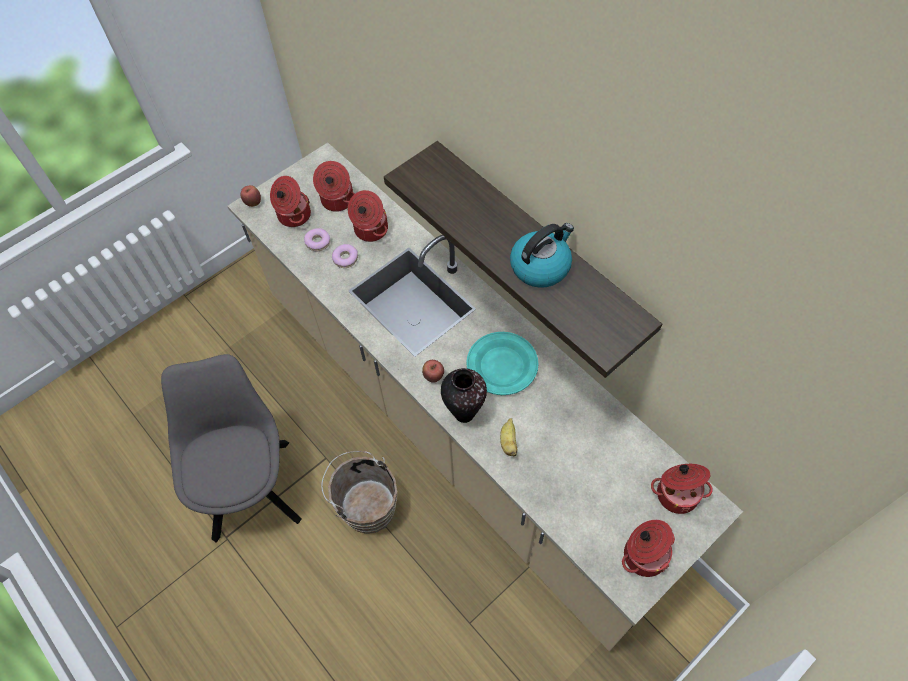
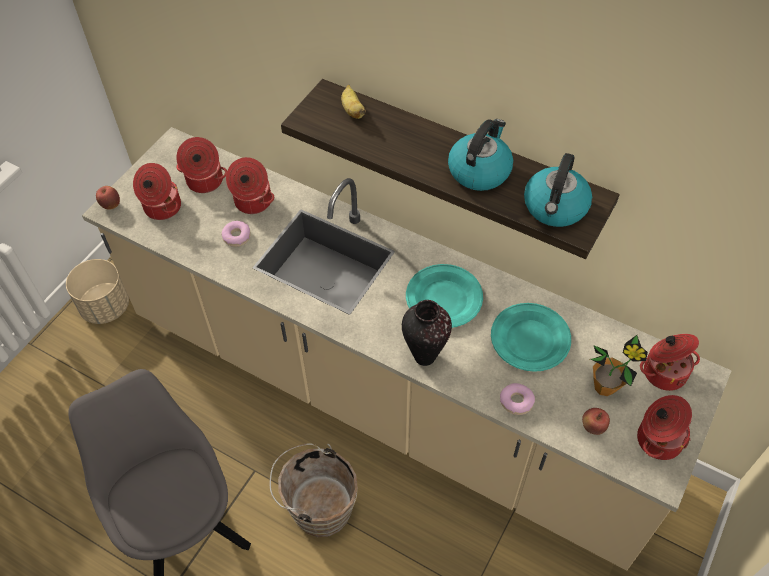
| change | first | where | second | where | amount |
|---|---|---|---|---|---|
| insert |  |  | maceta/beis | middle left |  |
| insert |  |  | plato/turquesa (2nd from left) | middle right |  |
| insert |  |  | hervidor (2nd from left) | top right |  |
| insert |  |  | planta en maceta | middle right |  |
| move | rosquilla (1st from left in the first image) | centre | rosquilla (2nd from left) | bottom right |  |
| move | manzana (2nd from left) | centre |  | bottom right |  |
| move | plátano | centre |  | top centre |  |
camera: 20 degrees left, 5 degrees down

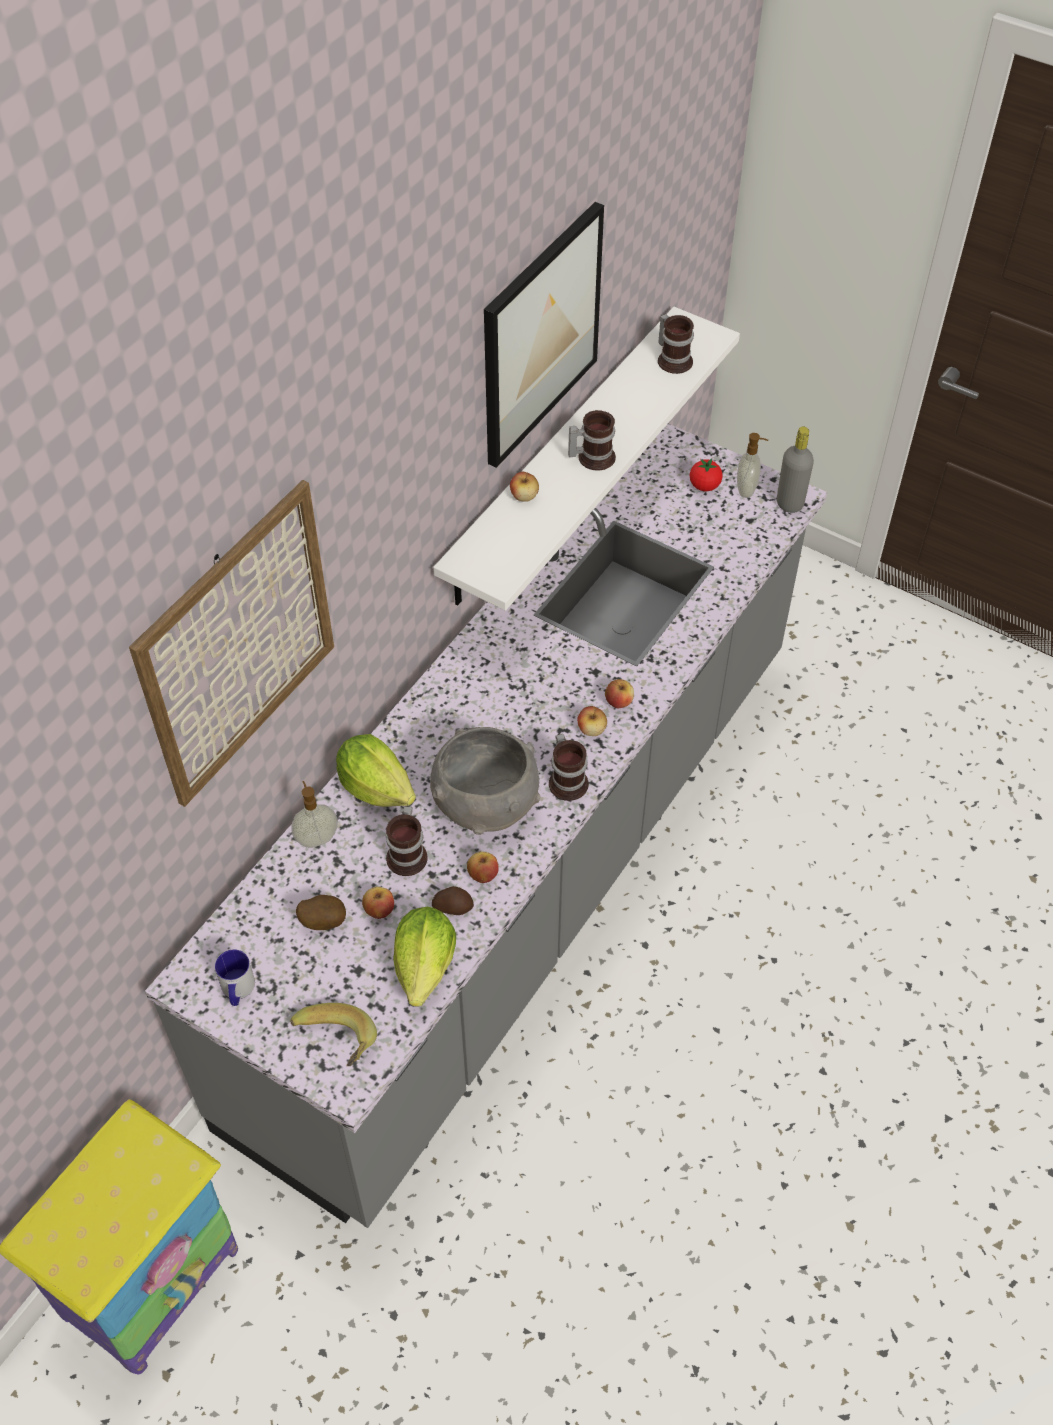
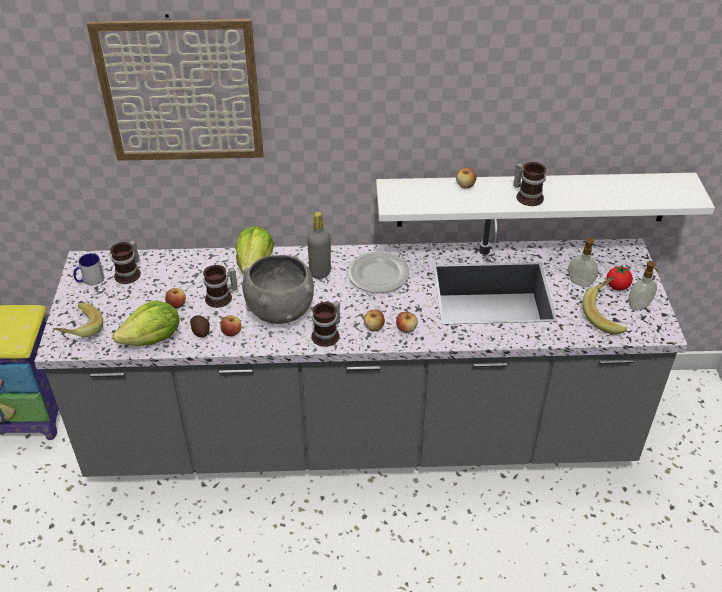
| change | first | where | second | where | amount |
|---|---|---|---|---|---|
| delete | patata (1st from left) | middle left |  |  |  |
| delete | cuadro (2nd from left) | top centre |  |  |  |
| insert |  |  | plato | centre |  |
| insert |  |  | plátano (2nd from left) | middle right |  |
| move | dispensador de jabón (1st from left) | middle left |  | middle right |  |
| move | taza grande (5th from left in the first image) | top centre | taza grande (2nd from left) | middle left |  |
| move | botella/gris | top right |  | centre |  |
camera: 55 degrees right, 10 degrees down

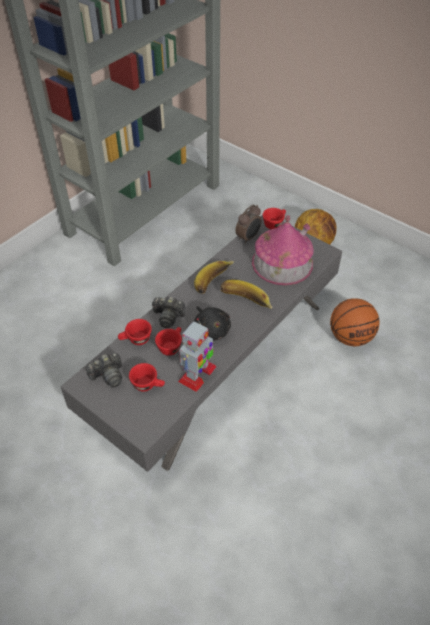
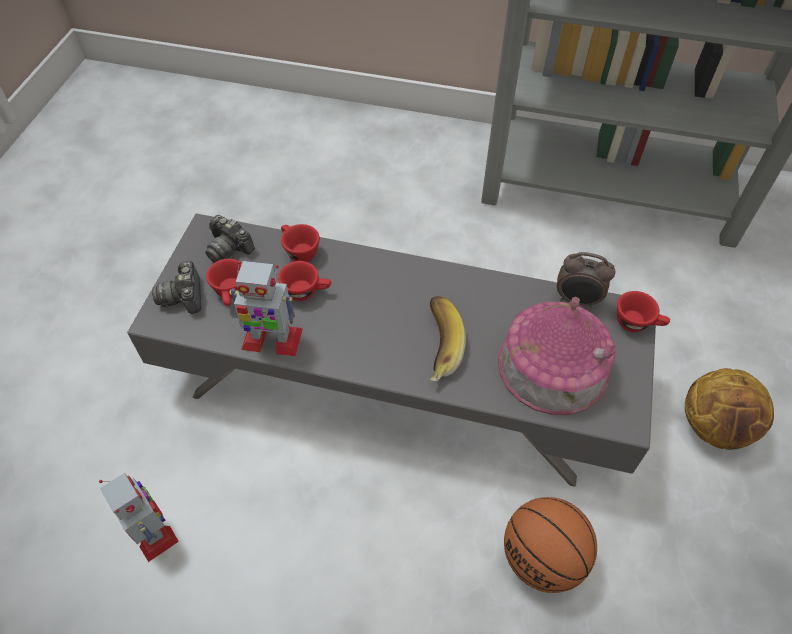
| change | first | where | second | where | amount |
|---|---|---|---|---|---|
| delete | plátano (1st from left) | centre |  |  |  |
| delete | peluche/negro | centre |  |  |  |
| insert |  |  | robot de juguete (1st from left) | bottom left |  |
| move | cámara (2nd from left in the first image) | centre | cámara (1st from left) | middle left |  |
camera: 65 degrees right, 5 degrees up

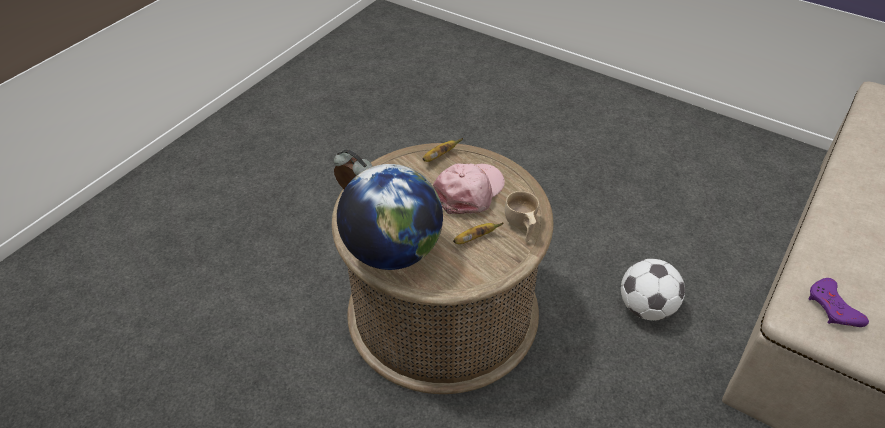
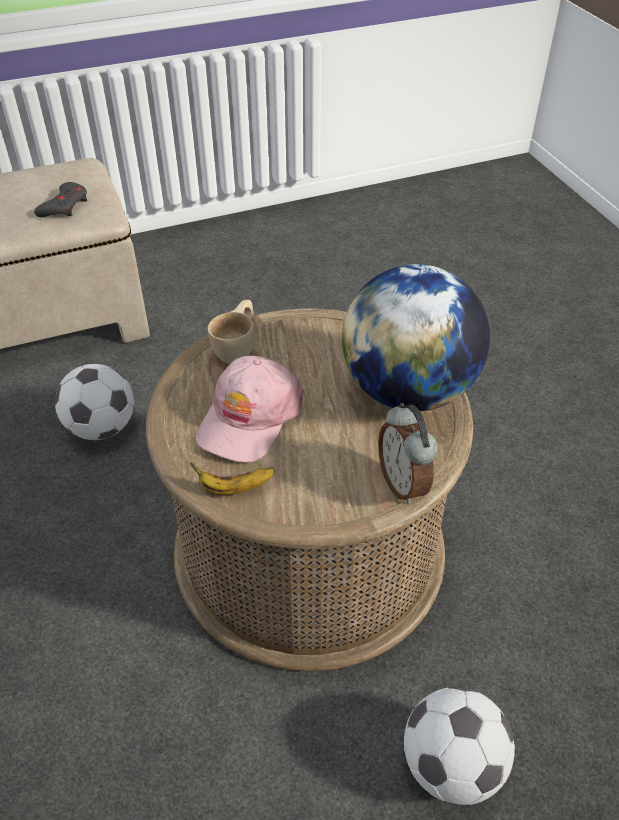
| change | first | where | second | where | amount |
|---|---|---|---|---|---|
| delete | plátano (2nd from left) | centre |  |  |  |
| insert |  |  | balón de fútbol (2nd from left) | bottom right |  |
| recolor | mando de consola/morado | bottom right | mando de consola/gris | top left |  |
| rotate | gorra/rosa | centre |  | centre | 45 degrees counterclockwise |
camera: 145 degrees left, 0 degrees up

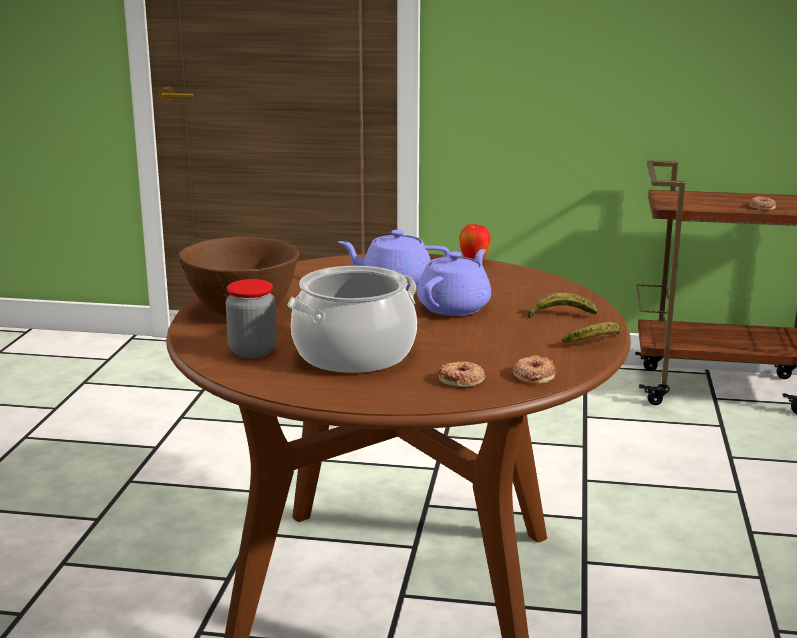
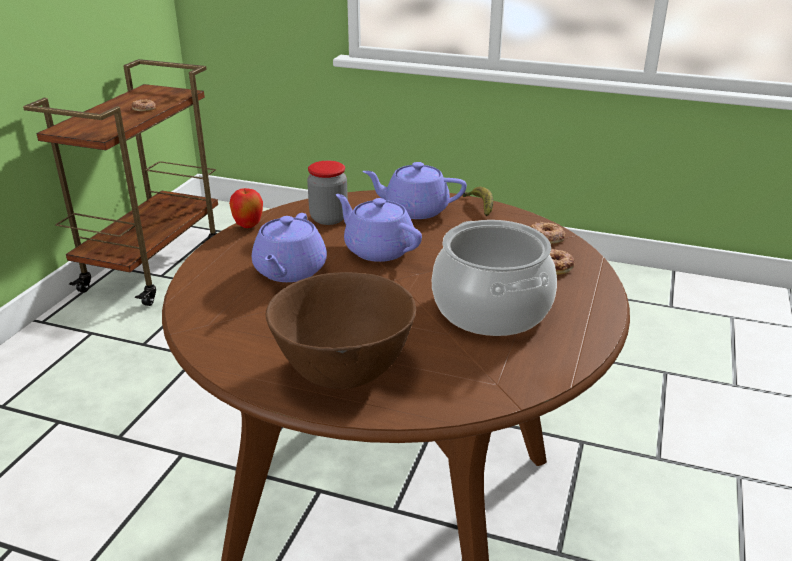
| change | first | where | second | where | amount |
|---|---|---|---|---|---|
| move | tarro | middle left |  | centre |  |
| replace | plátano (1st from left) | middle right | tetera/morado (3rd from left) | centre |  |
camera: 80 degrees left, 10 degrees up

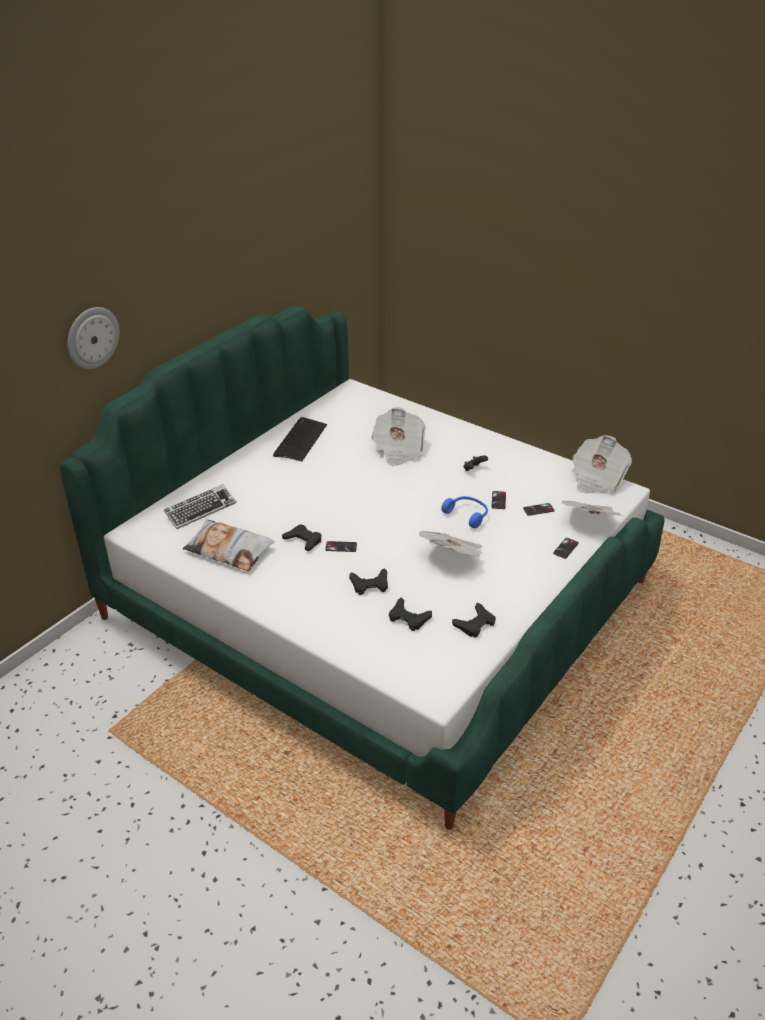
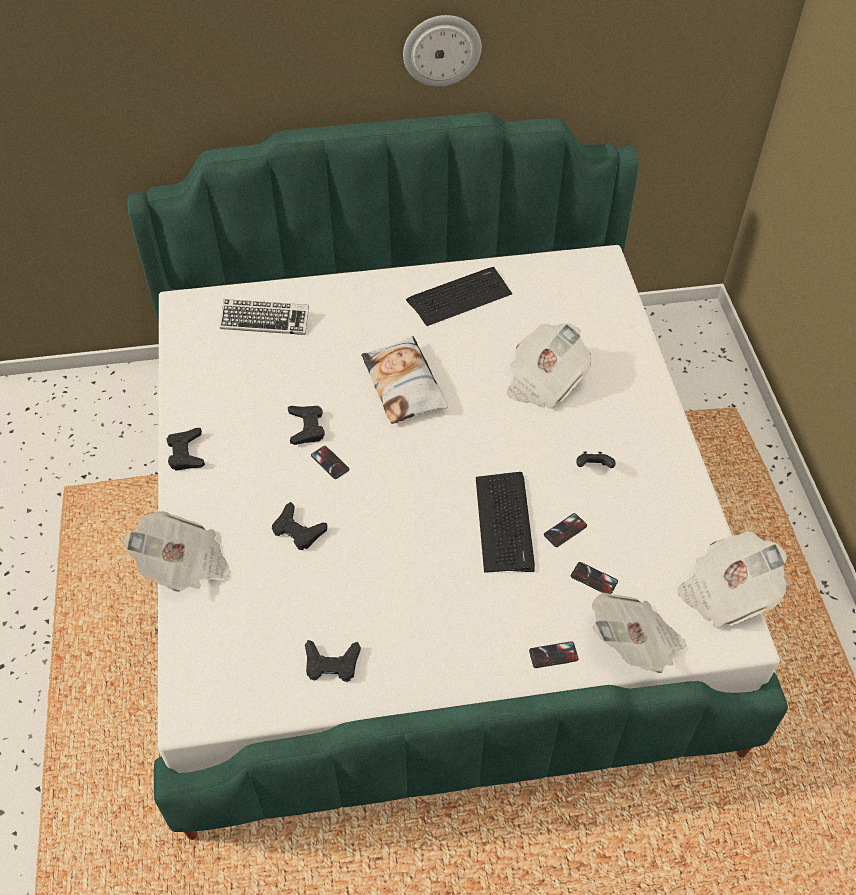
| change | first | where | second | where | amount |
|---|---|---|---|---|---|
| move | reloj de pared | top left |  | top centre |  |
| move | cojín | middle left |  | centre |  |
| move | mando de consola/negro (3rd from left in the first image) | centre | mando de consola/negro (1st from left) | middle left |  |
| move | periódico (2nd from left in the first image) | centre | periódico (1st from left) | middle left |  |
| replace | auriculares/azul | centre | teclado (3rd from left) | centre |  |
camera: 45 degrees right, 15 degrees up

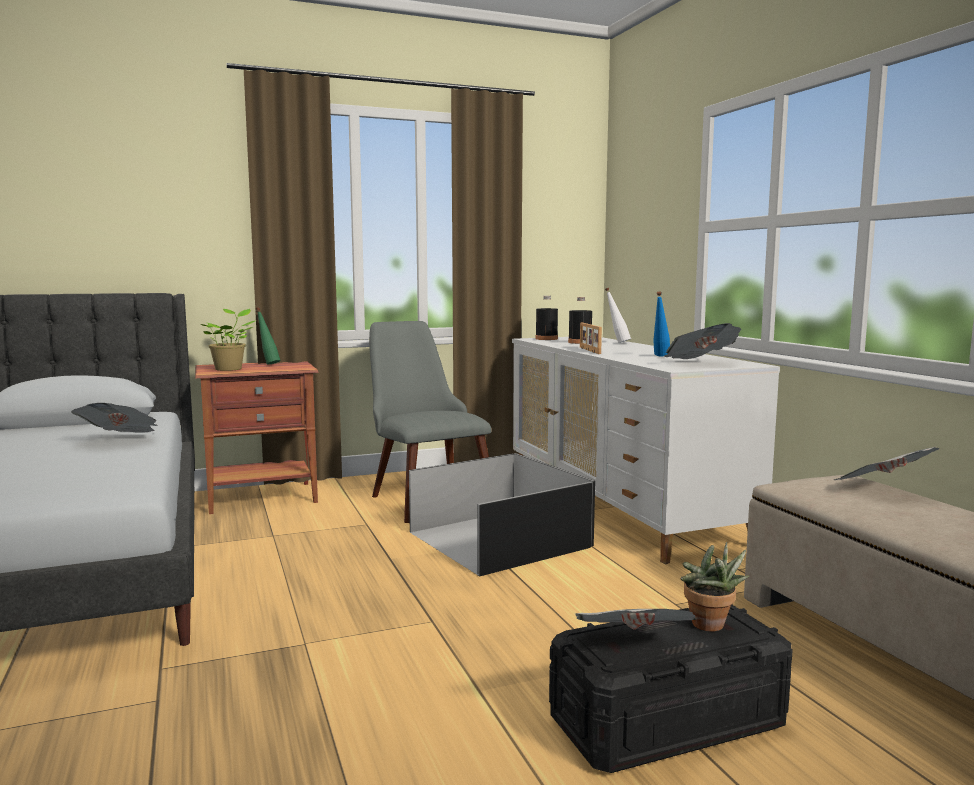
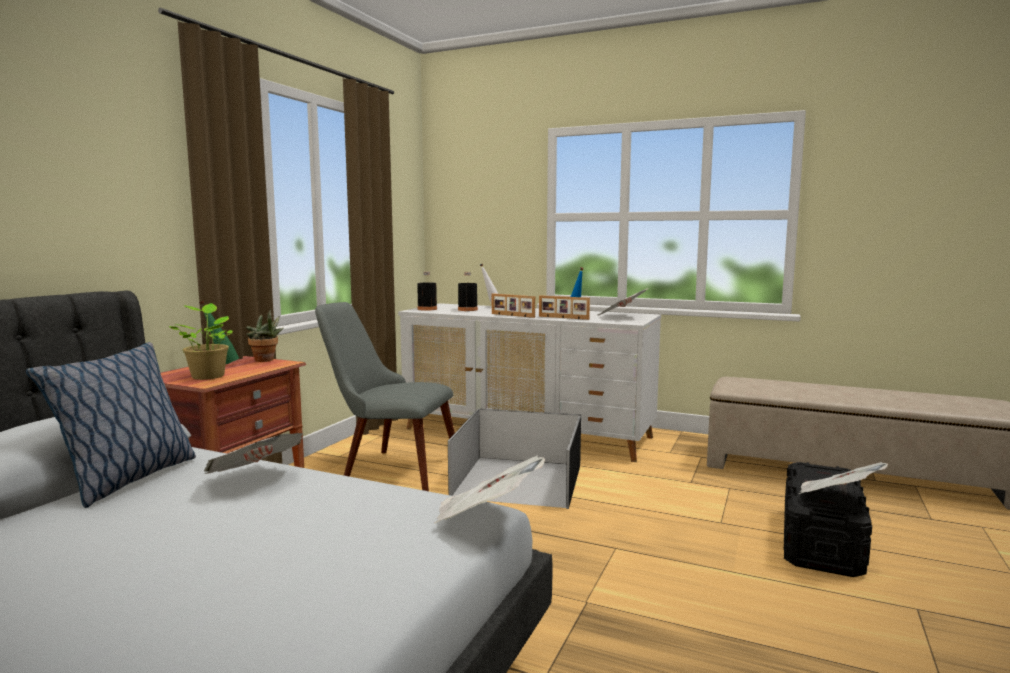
| change | first | where | second | where | amount |
|---|---|---|---|---|---|
| insert |  |  | cojín | middle left |  |
| insert |  |  | portarretratos (2nd from left) | centre |  |
| move | planta en maceta (2nd from left) | bottom right |  | middle left |  |
| move | periódico (4th from left in the first image) | middle right | periódico (2nd from left) | bottom centre |  |
camera: 45 degrees left, 0 degrees up

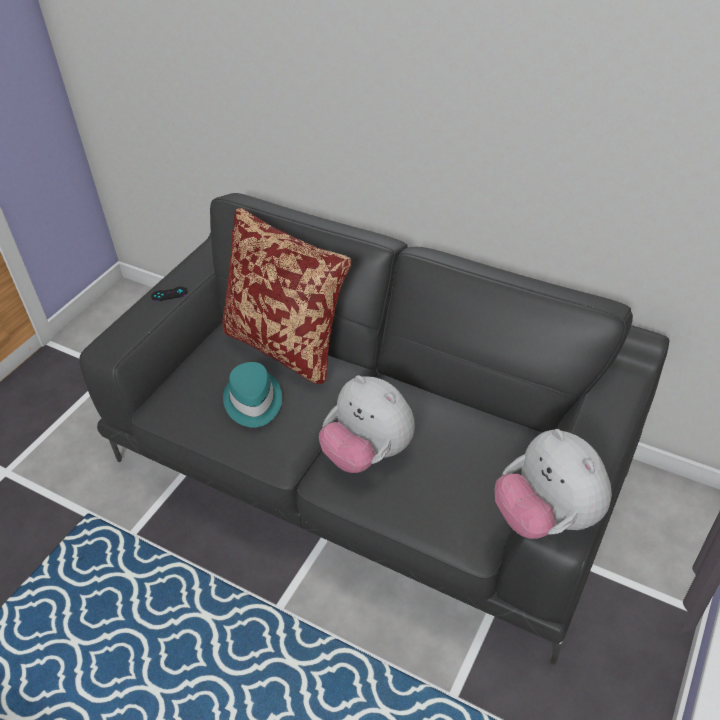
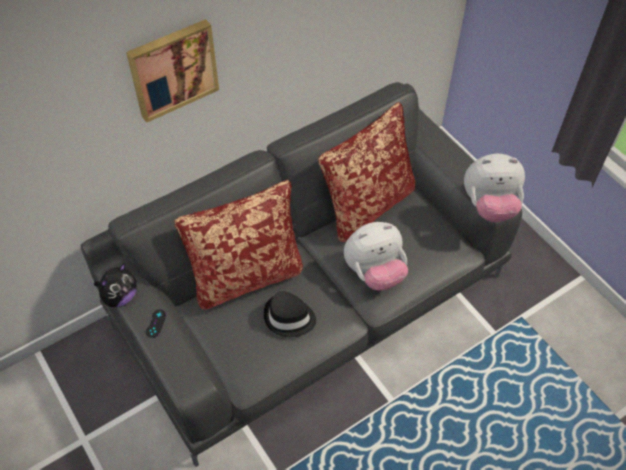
| change | first | where | second | where | amount |
|---|---|---|---|---|---|
| insert |  |  | peluche (1st from left) | middle left |  |
| insert |  |  | cuadro | top left |  |
| insert |  |  | cojín/rojo (2nd from left) | centre |  |
| recolor | sombrero/turquesa | centre | sombrero/negro | bottom centre |  |
camera: 65 degrees left, 10 degrees up

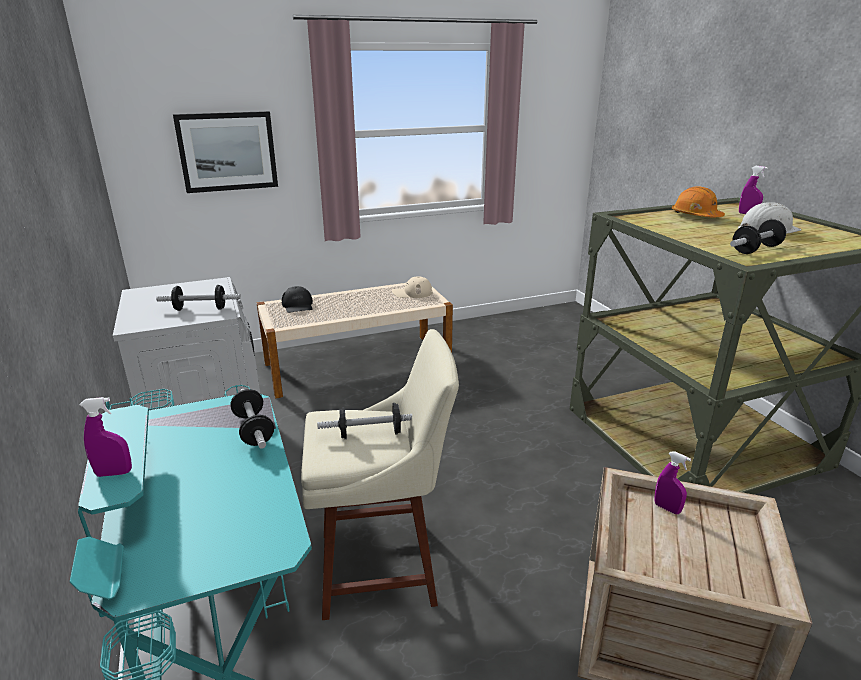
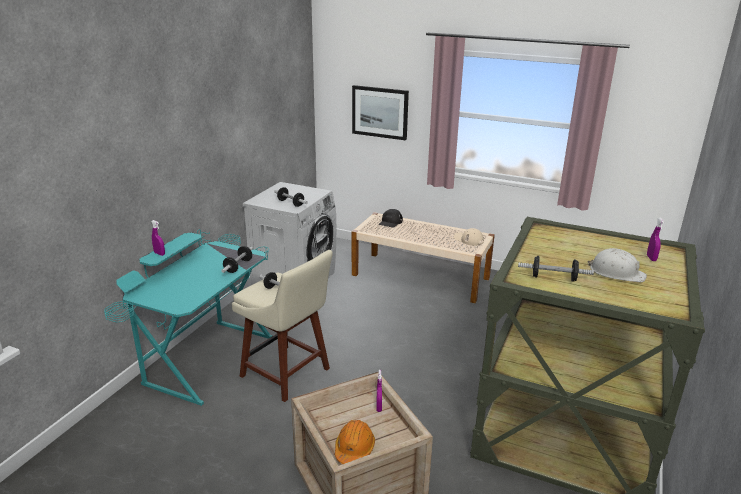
| change | first | where | second | where | amount |
|---|---|---|---|---|---|
| move | casco/naranja | top right |  | bottom centre |  |
camera: 45 degrees right, 0 degrees up

